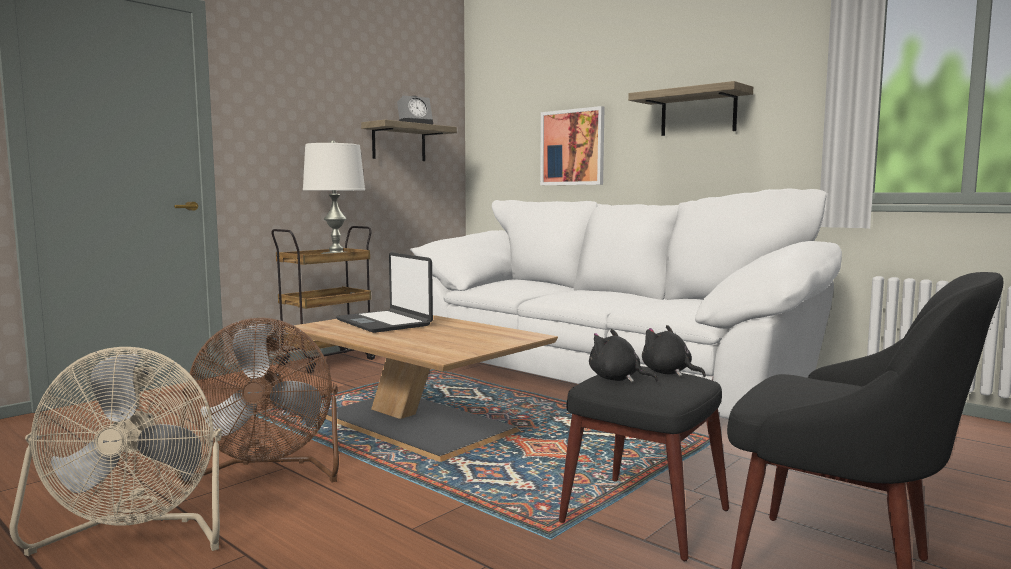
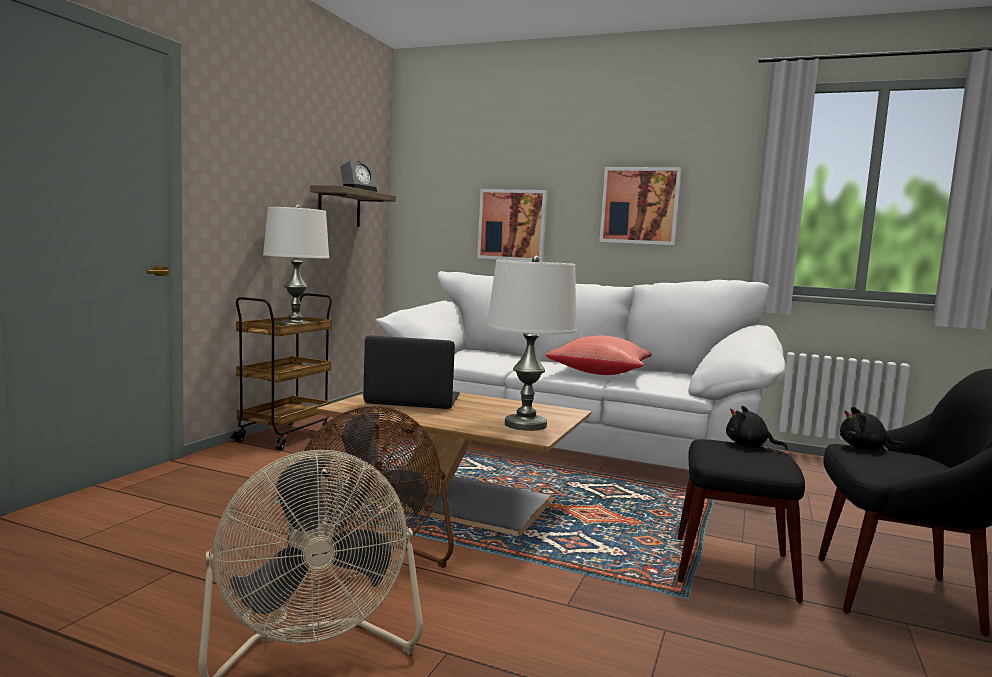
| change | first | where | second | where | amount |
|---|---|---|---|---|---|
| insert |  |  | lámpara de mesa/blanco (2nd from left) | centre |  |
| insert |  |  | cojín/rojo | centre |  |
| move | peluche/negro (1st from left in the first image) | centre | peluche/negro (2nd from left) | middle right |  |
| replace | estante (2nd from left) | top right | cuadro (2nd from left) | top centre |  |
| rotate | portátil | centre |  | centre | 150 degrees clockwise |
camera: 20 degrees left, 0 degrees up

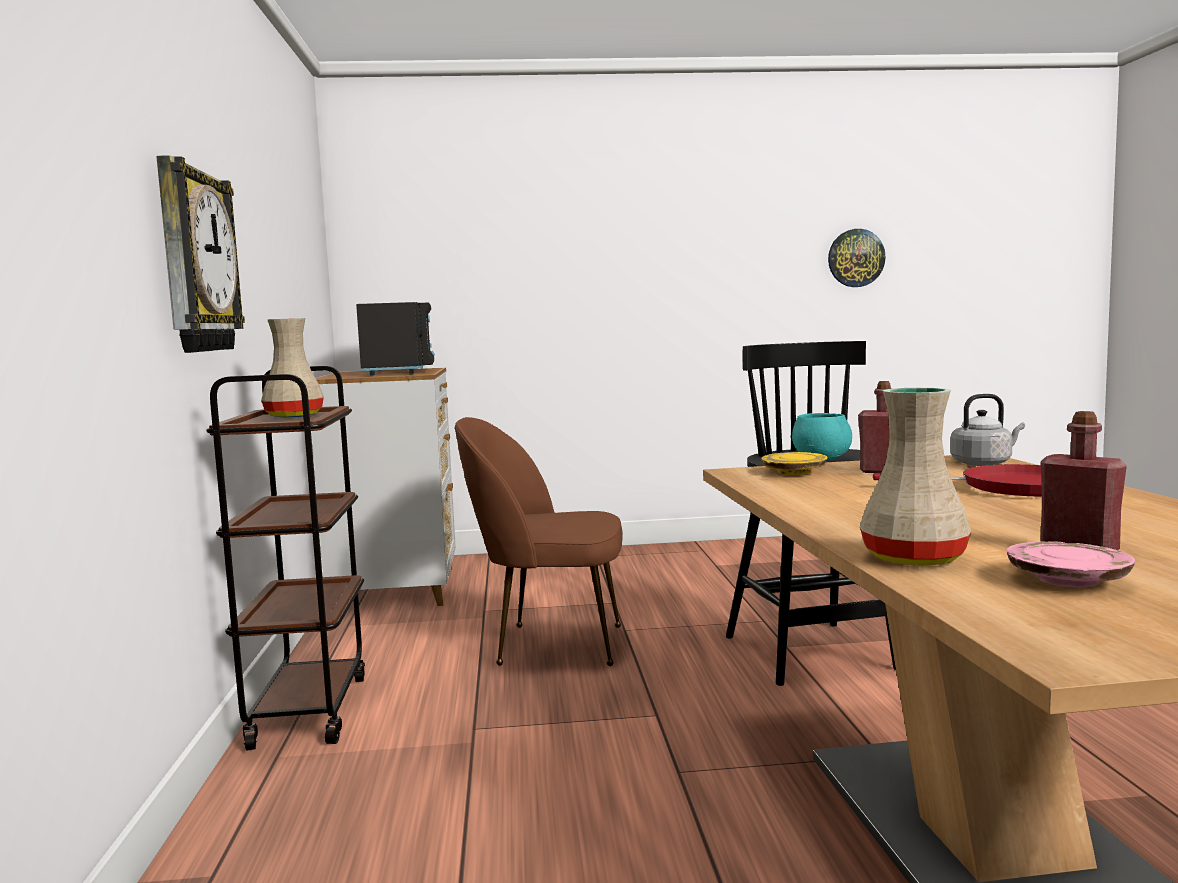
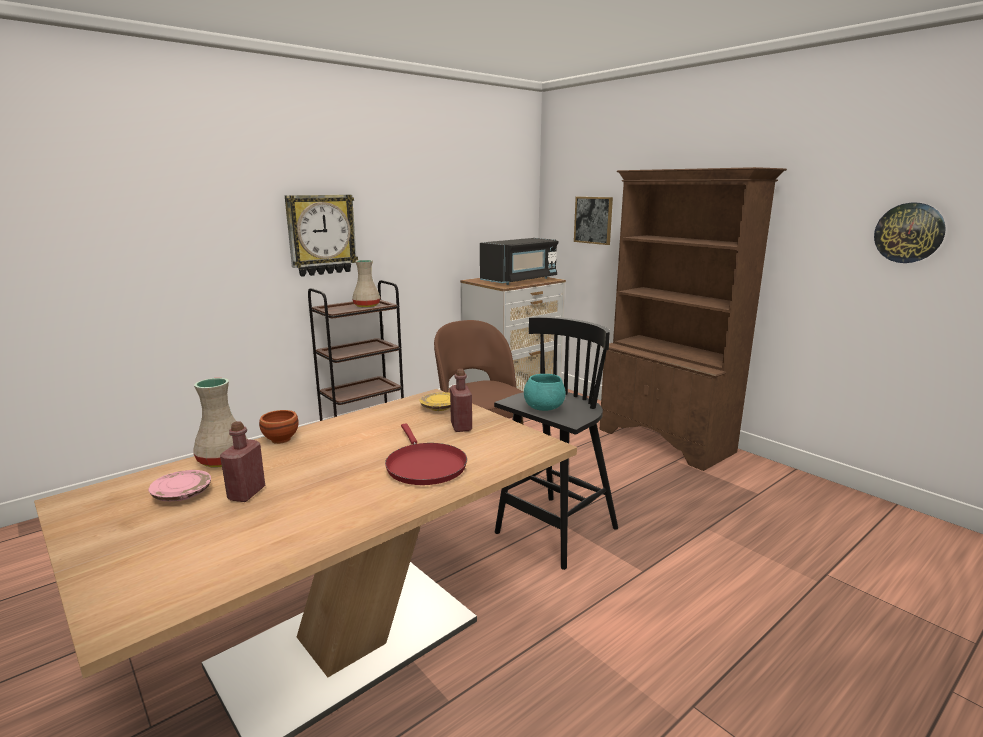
| change | first | where | second | where | amount |
|---|---|---|---|---|---|
| delete | hervidor/gris | middle right |  |  |  |
| insert |  |  | cuenco/marrón | middle left |  |
| insert |  |  | cuadro | top centre |  |
| insert |  |  | estantería/marrón | middle right |  |
camera: 55 degrees right, 10 degrees up

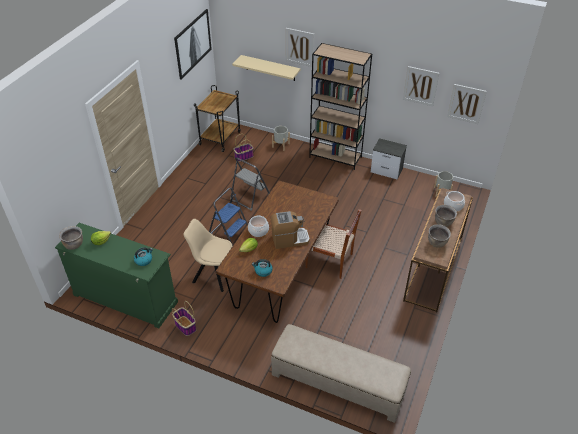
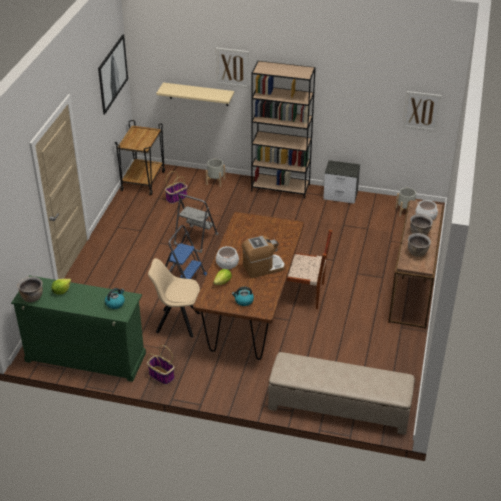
| change | first | where | second | where | amount |
|---|---|---|---|---|---|
| delete | cuadro (3rd from left) | top right |  |  |  |
camera: 10 degrees left, 5 degrees down

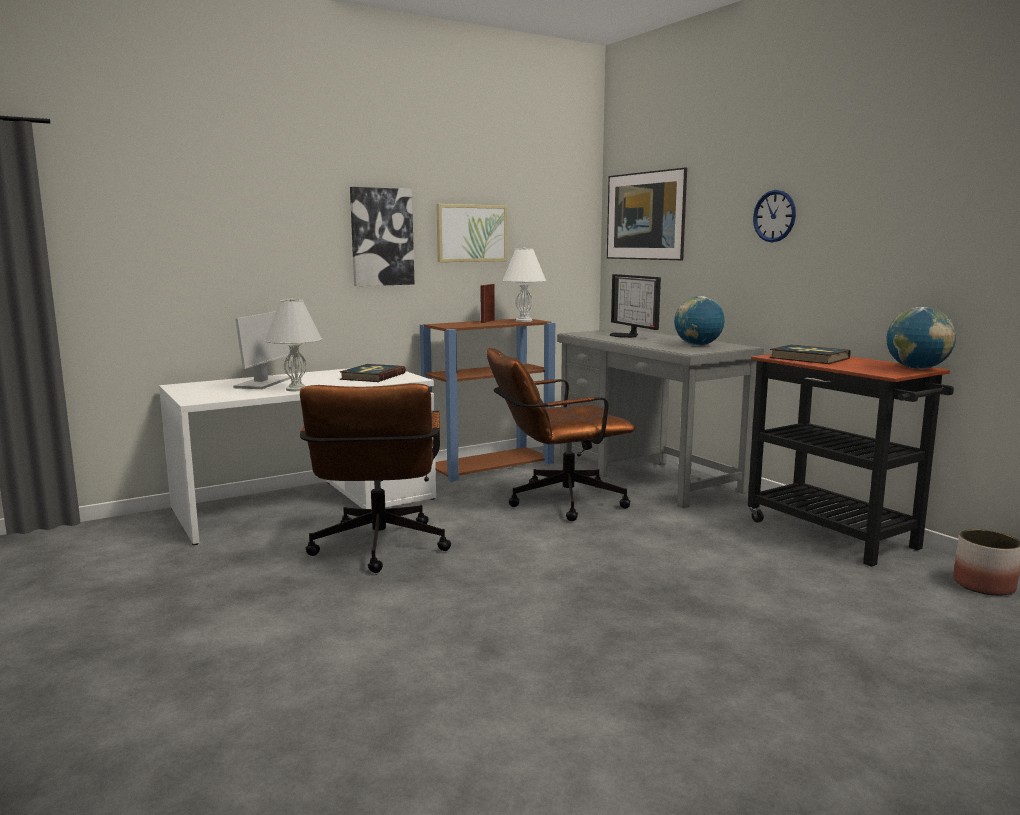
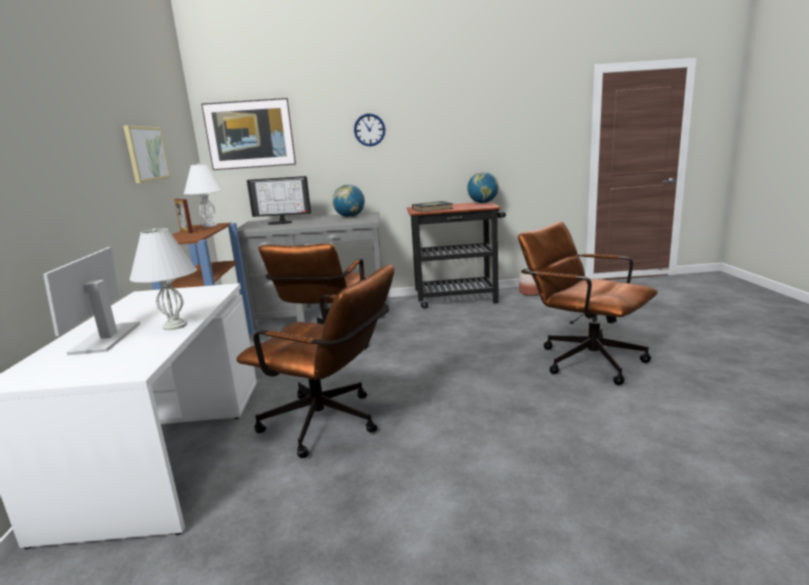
| change | first | where | second | where | amount |
|---|---|---|---|---|---|
| delete | libro (1st from left) | centre |  |  |  |
| delete | cuadro (1st from left) | top centre |  |  |  |
| insert |  |  | silla de oficina/marrón (3rd from left) | middle right |  |
| rotate | monitor (1st from left) | middle left |  | middle left | 135 degrees counterclockwise |
camera: 60 degrees left, 5 degrees up

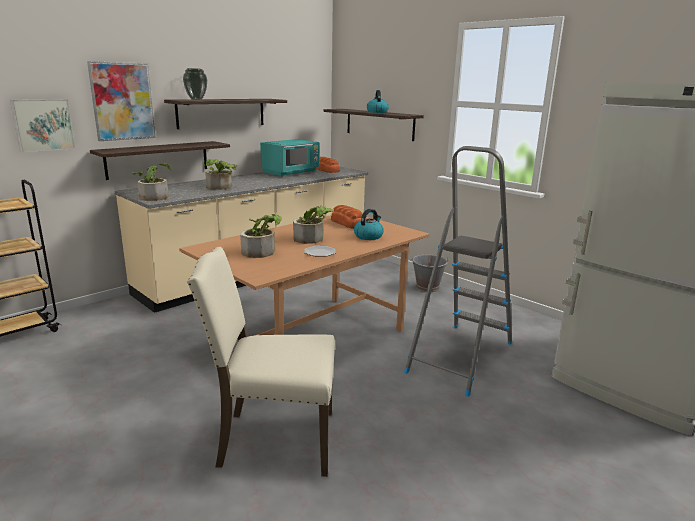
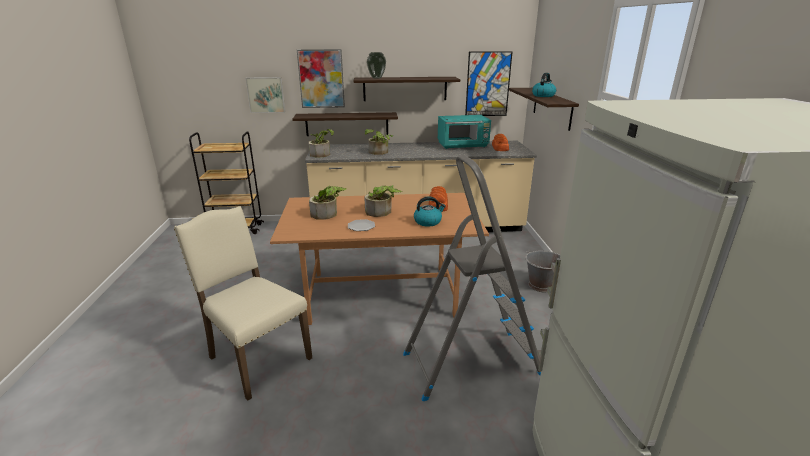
| change | first | where | second | where | amount |
|---|---|---|---|---|---|
| insert |  |  | cuadro (3rd from left) | top centre |  |
camera: 40 degrees right, 5 degrees up

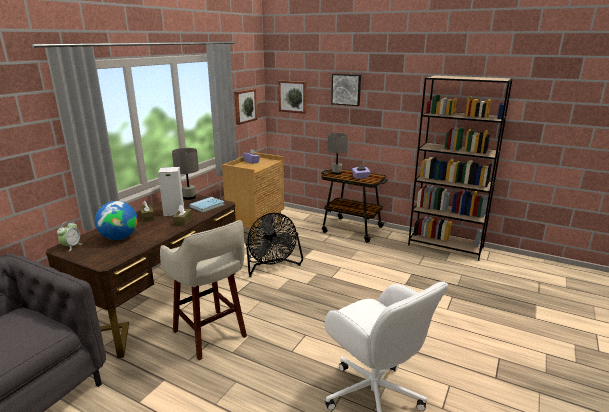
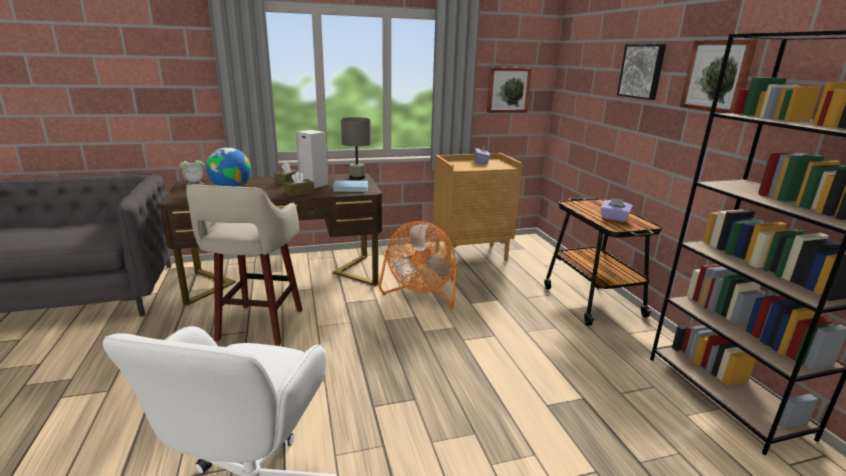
| change | first | where | second | where | amount |
|---|---|---|---|---|---|
| delete | lámpara de mesa/gris (2nd from left) | centre |  |  |  |
| move | cuadro (2nd from left in the first image) | top centre | cuadro (3rd from left) | top right |  |
| recolor | ventilador/negro | centre | ventilador/naranja | centre |  |
camera: 45 degrees right, 0 degrees up

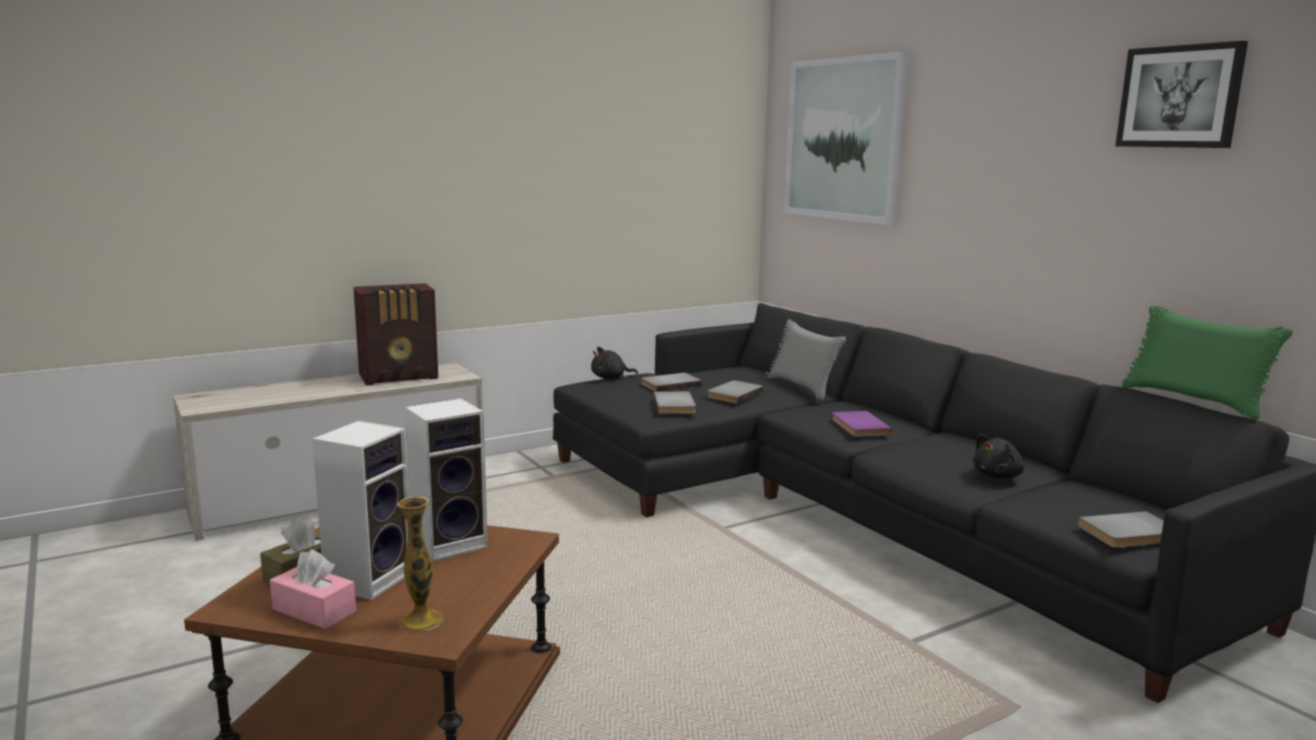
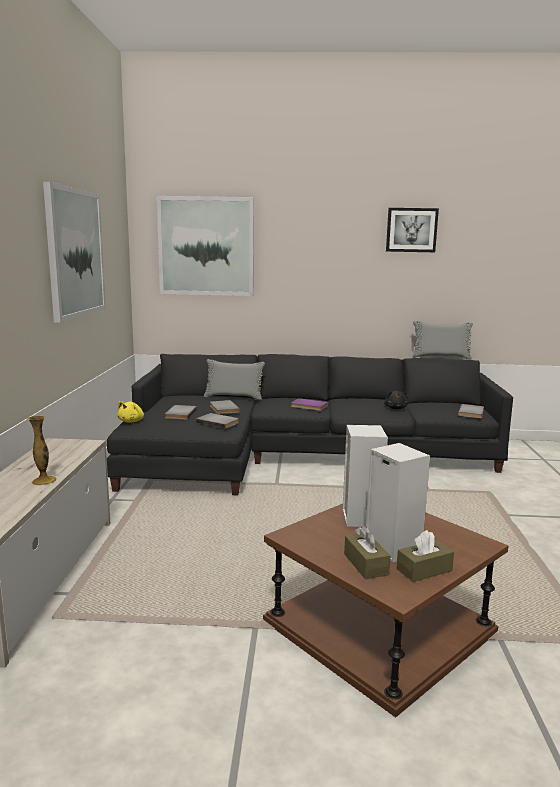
| change | first | where | second | where | amount |
|---|---|---|---|---|---|
| delete | radio | middle left |  |  |  |
| insert |  |  | cuadro (1st from left) | top left |  |
| move | florero | bottom left |  | middle left |  |
| recolor | caja de pañuelos/rosa | bottom left | caja de pañuelos/marrón (2nd from left) | bottom right |  |
| recolor | peluche/negro (1st from left) | centre | peluche/amarillo | middle left |  |
| recolor | cojín/verde | middle right | cojín/gris (2nd from left) | middle right |  |
camera: 55 degrees left, 0 degrees up

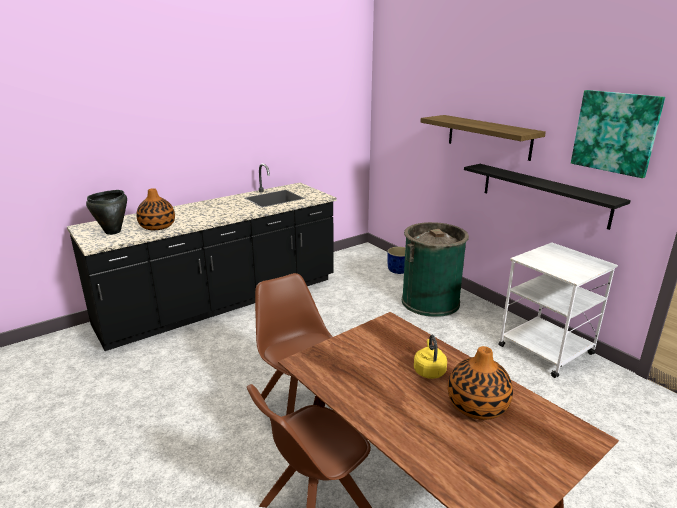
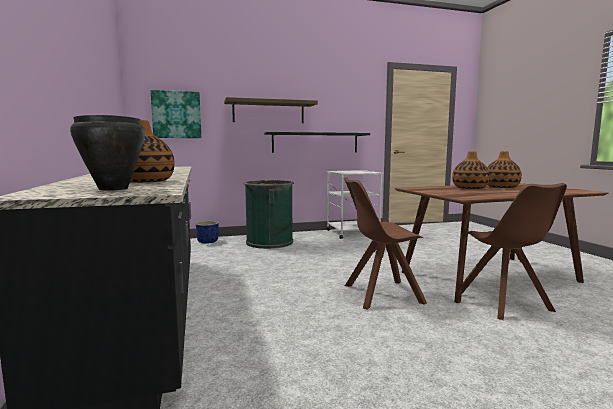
| change | first | where | second | where | amount |
|---|---|---|---|---|---|
| move | cuadro | top right |  | top left |  |
| replace | hervidor/amarillo | bottom centre | florero (2nd from left) | middle right |  |
camera: 70 degrees left, 15 degrees down

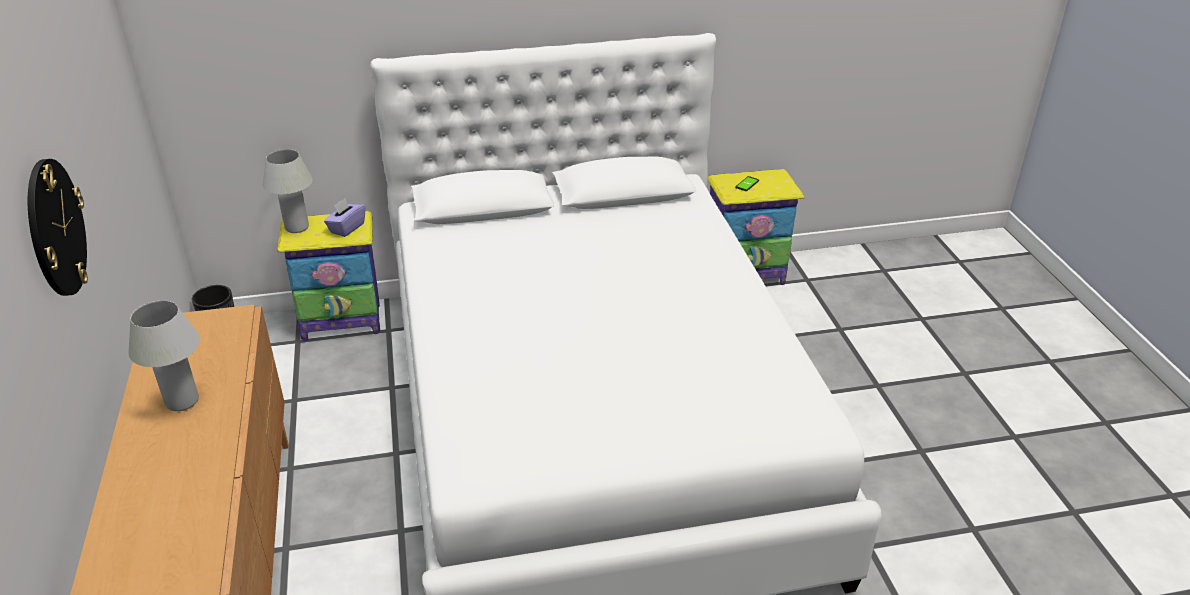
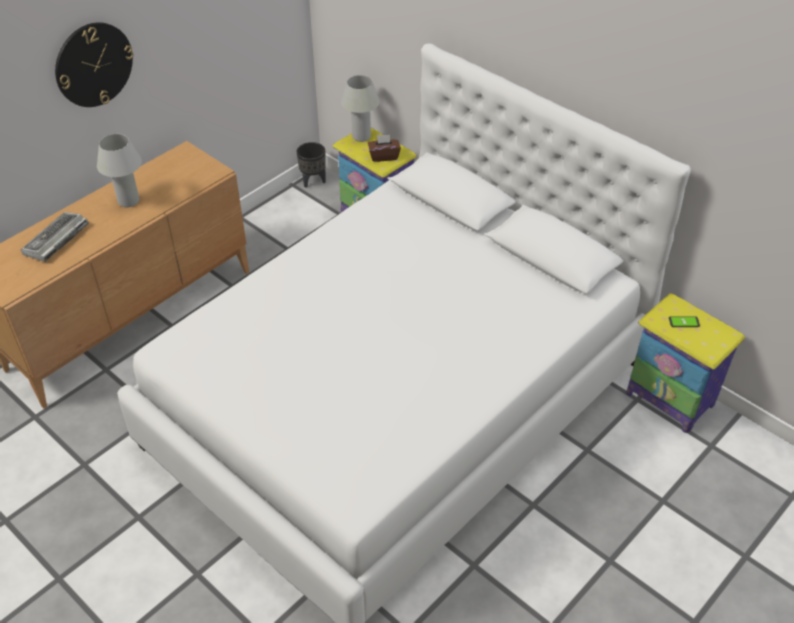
| change | first | where | second | where | amount |
|---|---|---|---|---|---|
| insert |  |  | teclado | middle left |  |
| recolor | caja de pañuelos/morado | middle left | caja de pañuelos/marrón | top centre |  |
camera: 55 degrees right, 10 degrees up

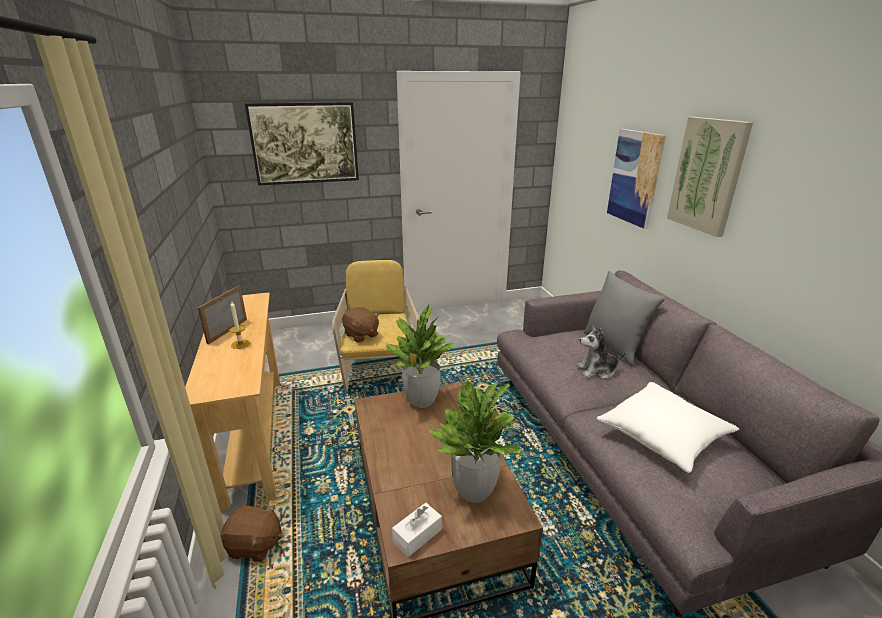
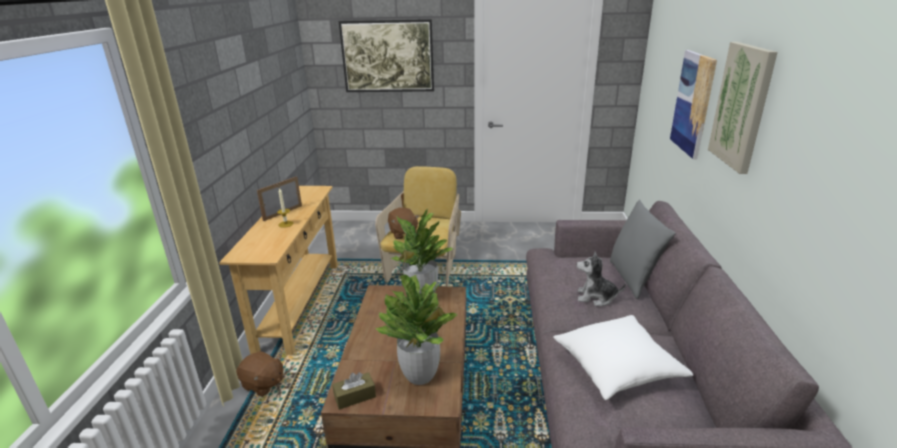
| change | first | where | second | where | amount |
|---|---|---|---|---|---|
| recolor | caja de pañuelos/blanco | bottom centre | caja de pañuelos/marrón | bottom centre |  |
camera: 20 degrees right, 0 degrees up

